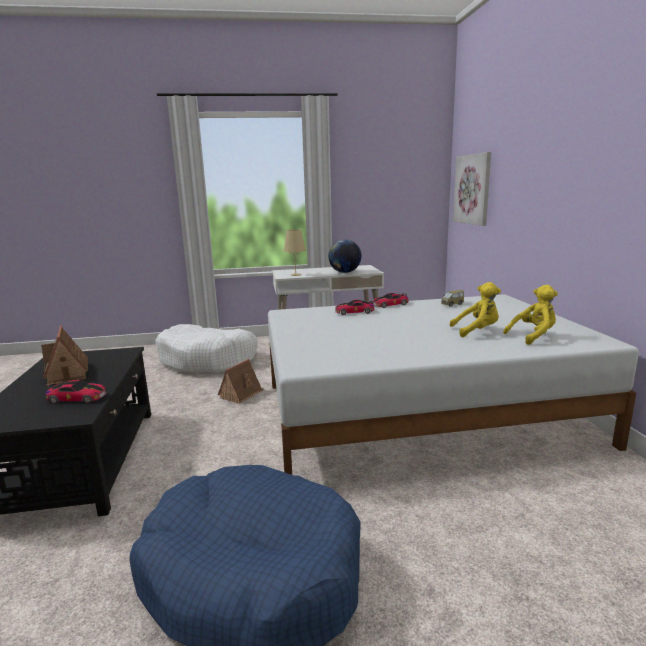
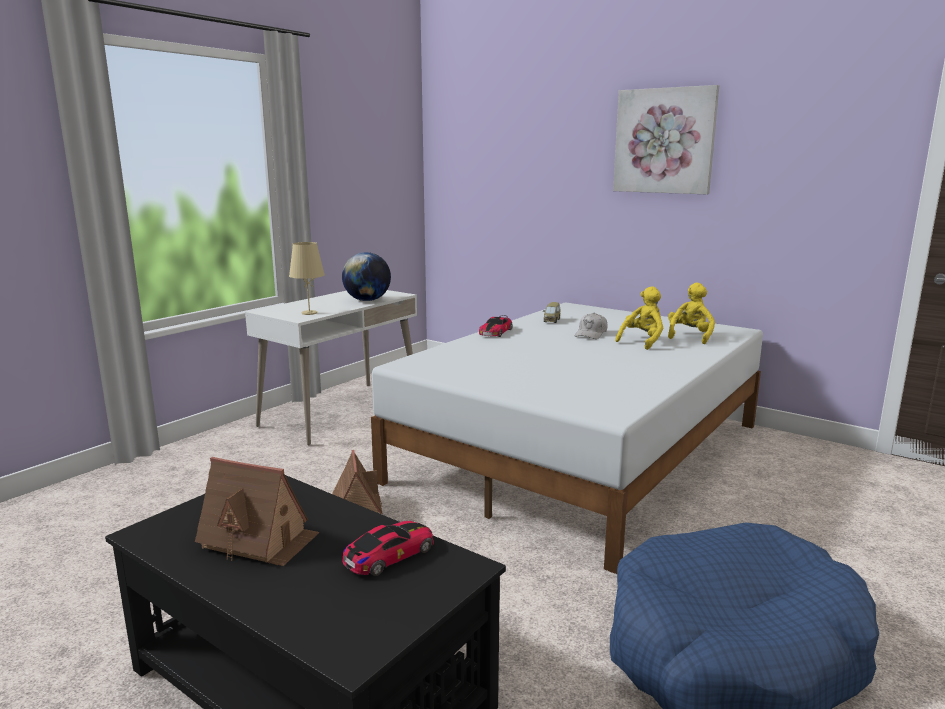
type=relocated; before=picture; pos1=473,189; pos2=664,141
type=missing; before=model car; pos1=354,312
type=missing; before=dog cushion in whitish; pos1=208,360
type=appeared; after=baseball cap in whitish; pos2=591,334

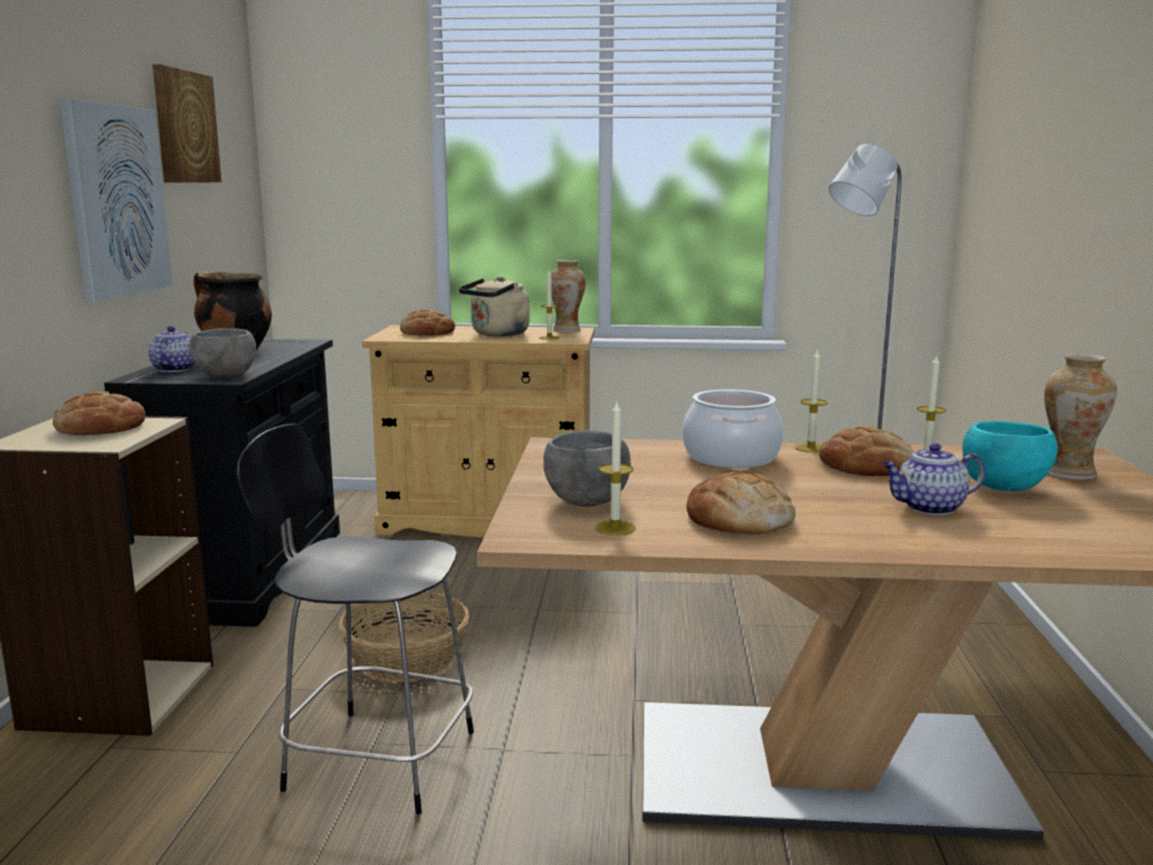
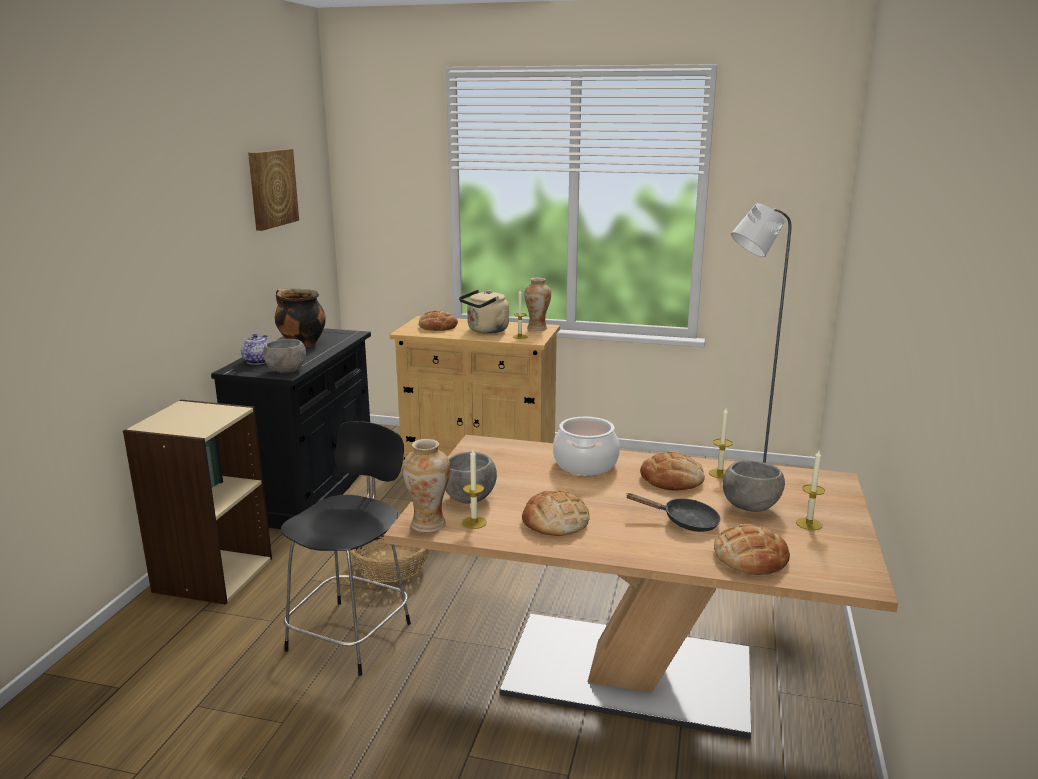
type=missing; before=picture; pos1=116,201
type=relocated; before=candle; pos1=811,448; pos2=809,524
type=relocated; before=decorative vase; pos1=1069,474; pos2=428,524
type=relocated; before=baked bread; pos1=100,427; pos2=750,557
type=colour; before=deep dish in turquoise-coloured; after=deep dish in greyish; pos1=1002,487; pos2=749,507
type=spun; before=plain chair in black; pos1=374,758; pos2=352,634; turn=90
type=exchanged; before=pot for tea; after=frying pan in black; pos1=929,508; pos2=684,522

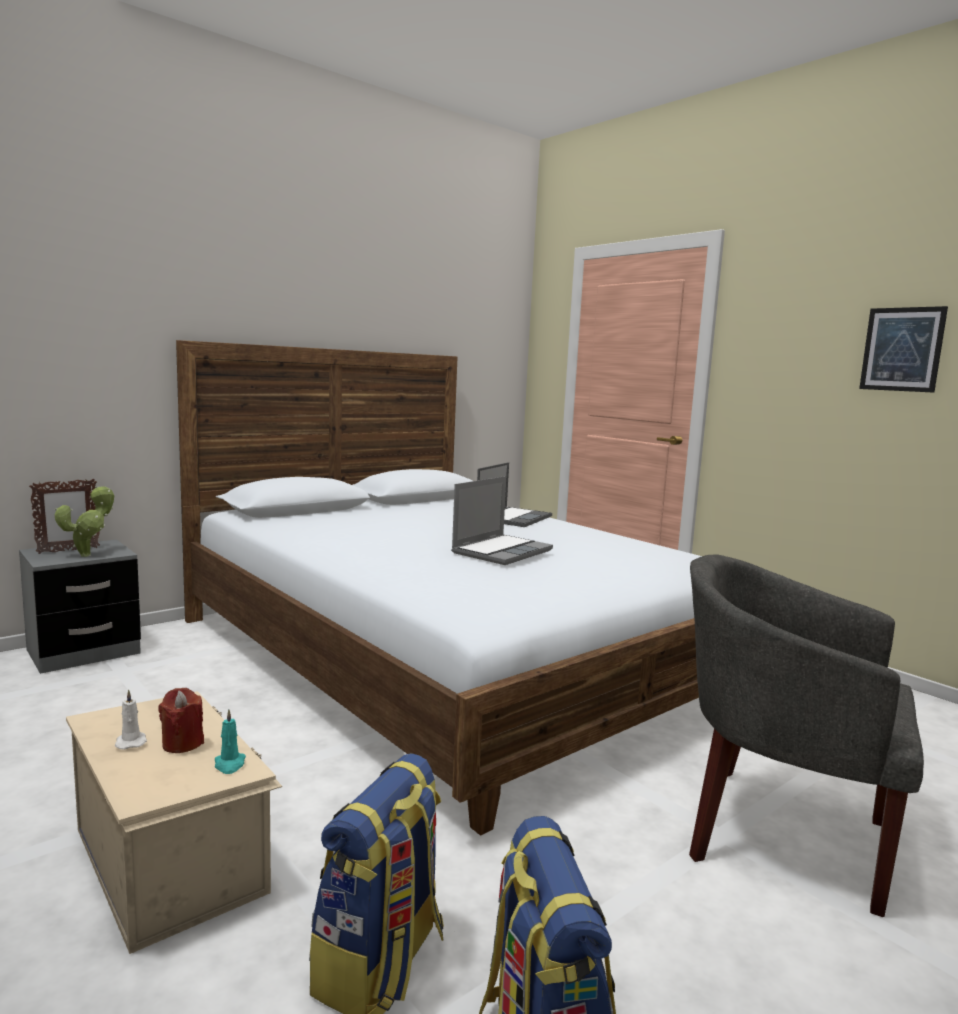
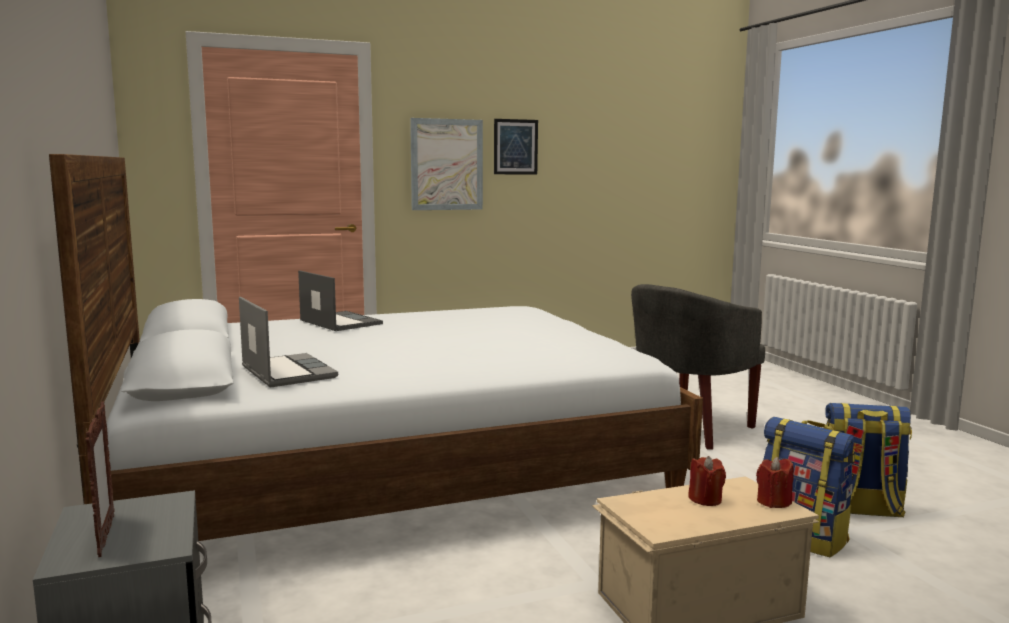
type=relocated; before=laptop; pos1=502,551; pos2=286,372
type=missing; before=houseplant; pos1=89,554
type=missing; before=candle in whitish; pos1=131,742
type=missing; before=candle in turquoise-coloured; pos1=229,764
type=appeared; after=picture; pos2=446,164
type=appeared; after=candle in red-coloured; pos2=773,502

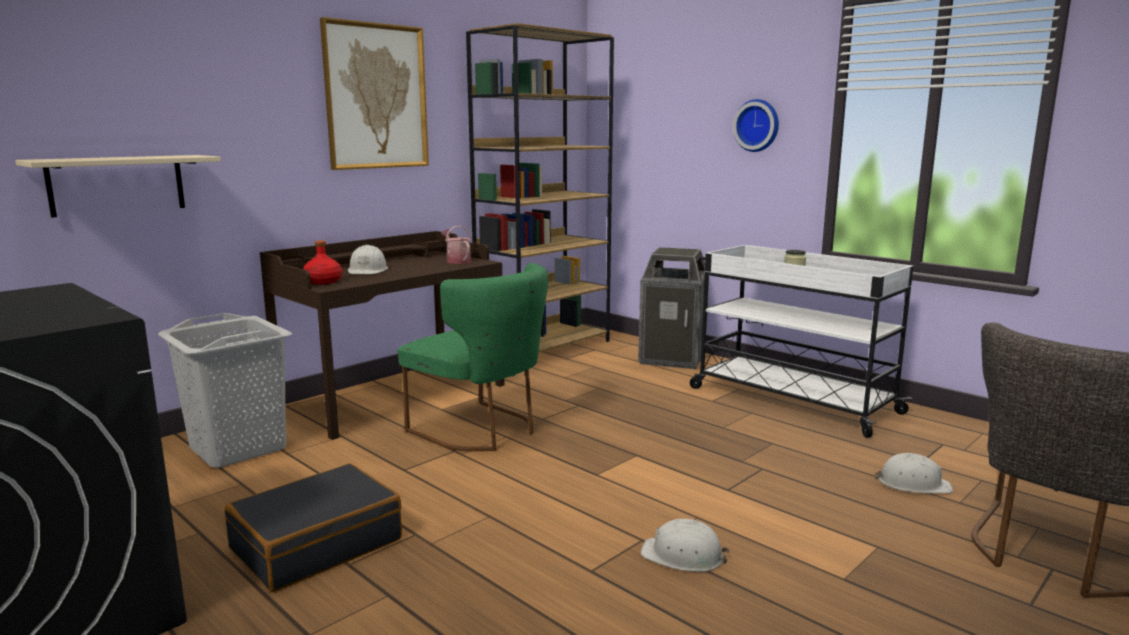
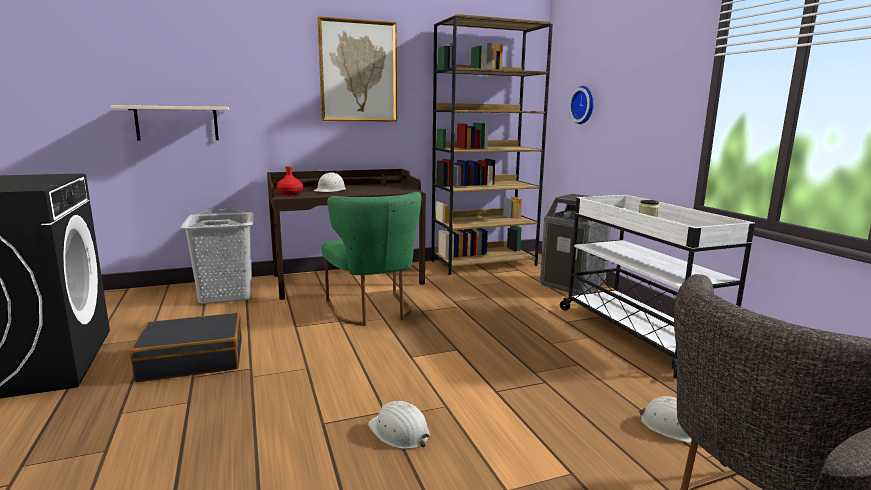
type=relocated; before=clock on the wall; pos1=757,125; pos2=584,105
type=missing; before=watering pot; pos1=457,261

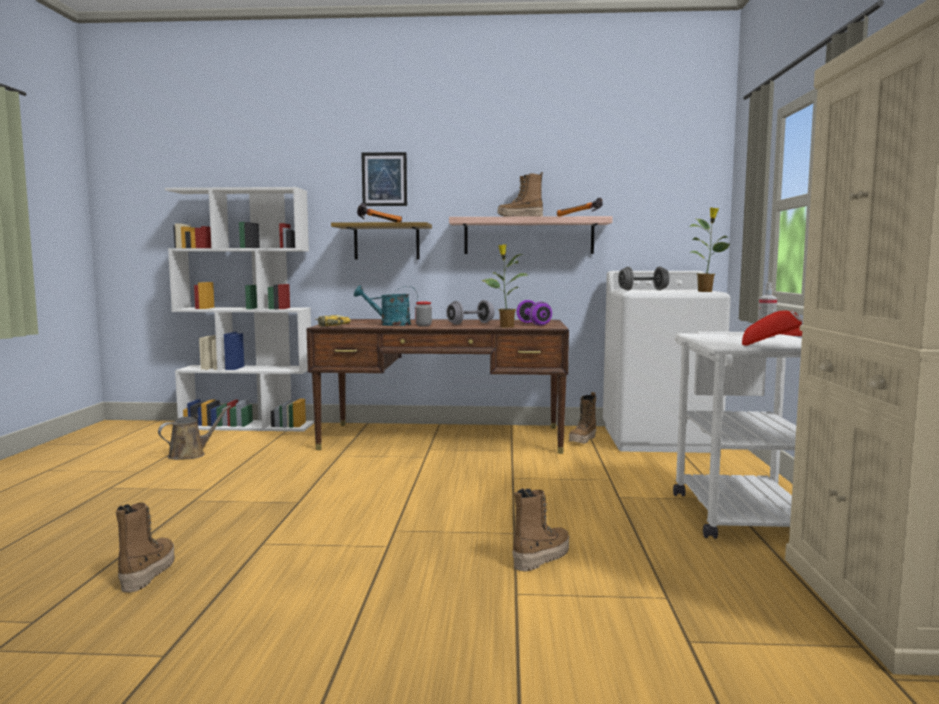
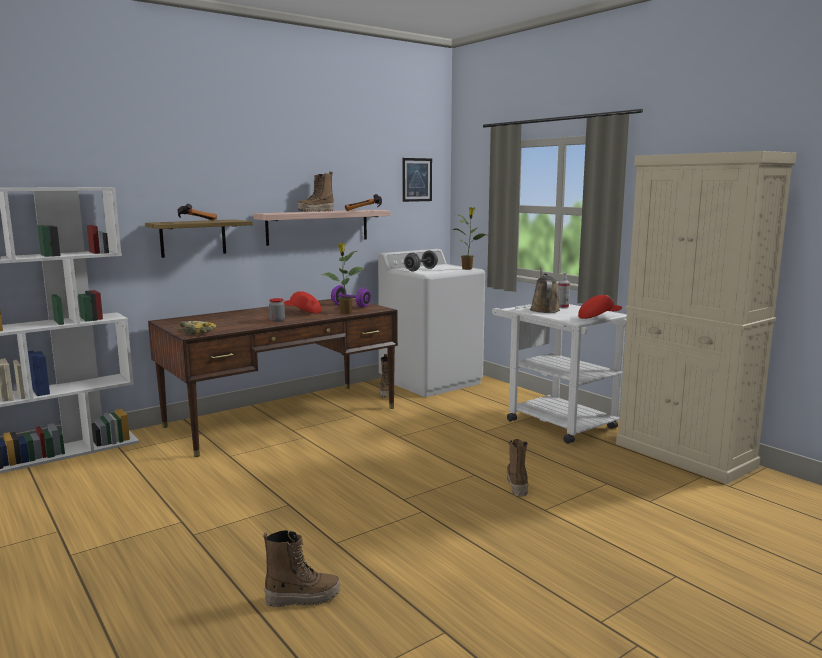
type=relocated; before=picture; pos1=384,179; pos2=417,179
type=missing; before=watering pot in turquoise-coloured; pos1=389,324
type=exchanged; before=hand weight in greyish; after=baseball cap in red-coloured; pos1=470,323; pos2=302,312
type=relocated; before=watering pot in brownish; pos1=190,454; pos2=544,309
type=spun; before=boot; pos1=147,573; pos2=303,598; turn=120

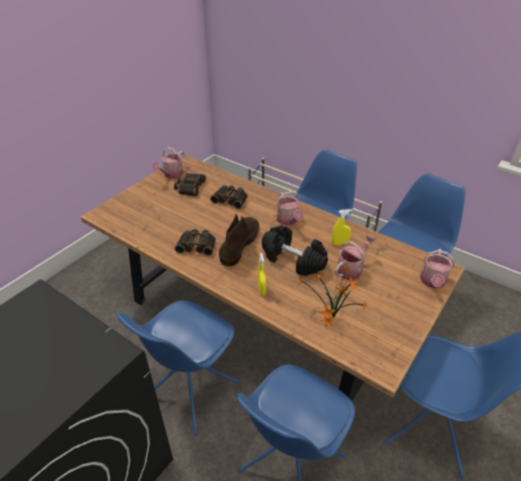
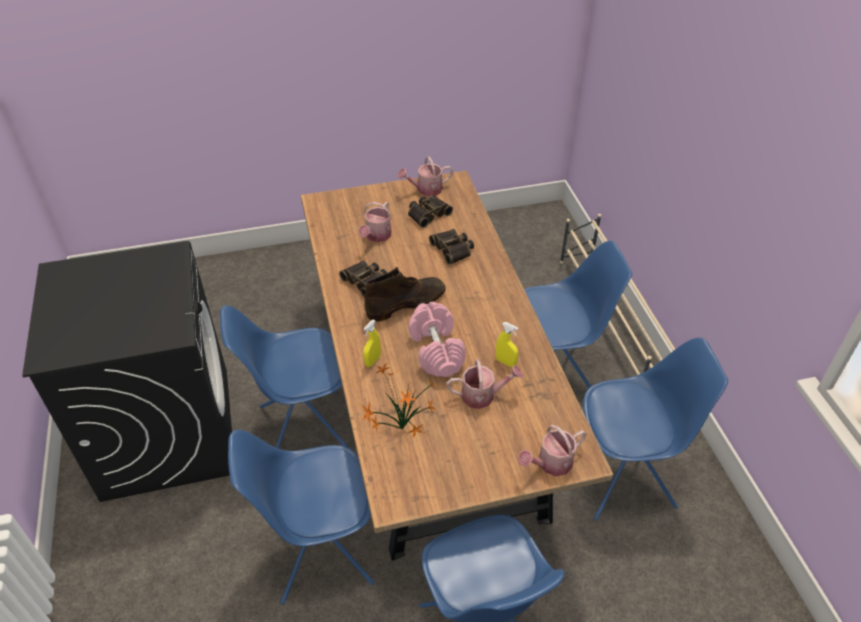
type=relocated; before=watering pot; pos1=288,221; pos2=376,236
type=colour; before=hand weight in black; after=hand weight in pink; pos1=293,260; pos2=436,350

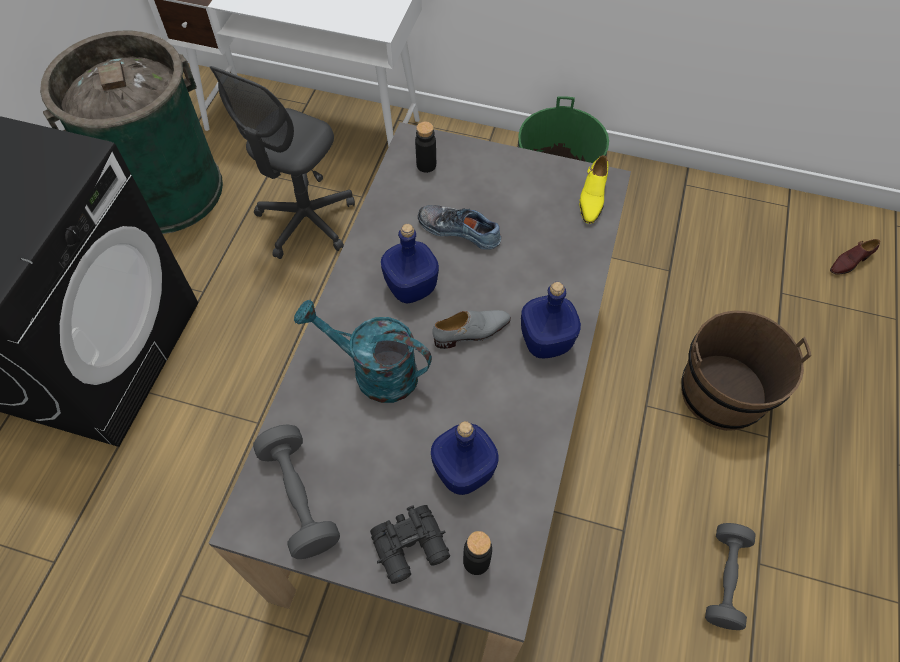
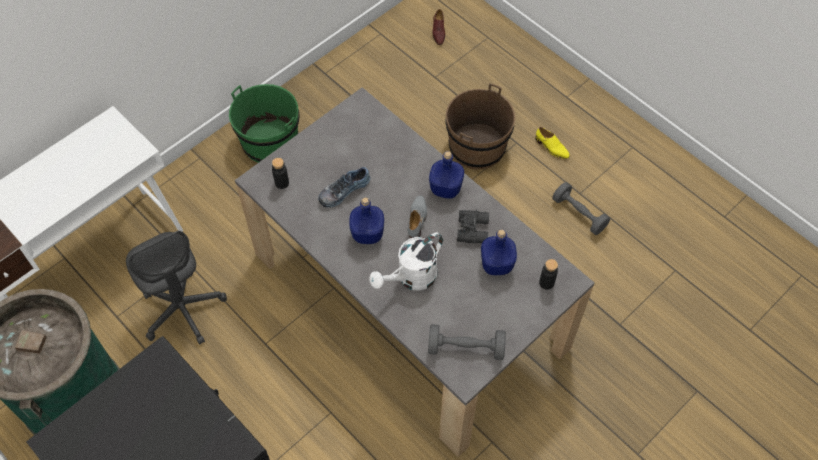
type=relocated; before=item of footwear in yellow; pos1=592,198; pos2=551,148
type=colour; before=watering pot in turquoise-coloured; after=watering pot in whitish; pos1=374,372; pos2=411,278
type=relocated; before=field glasses in black; pos1=412,547; pos2=473,229

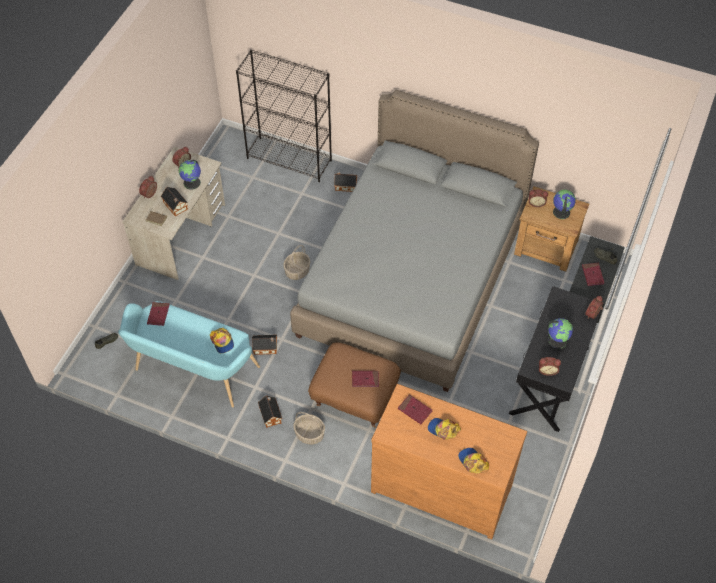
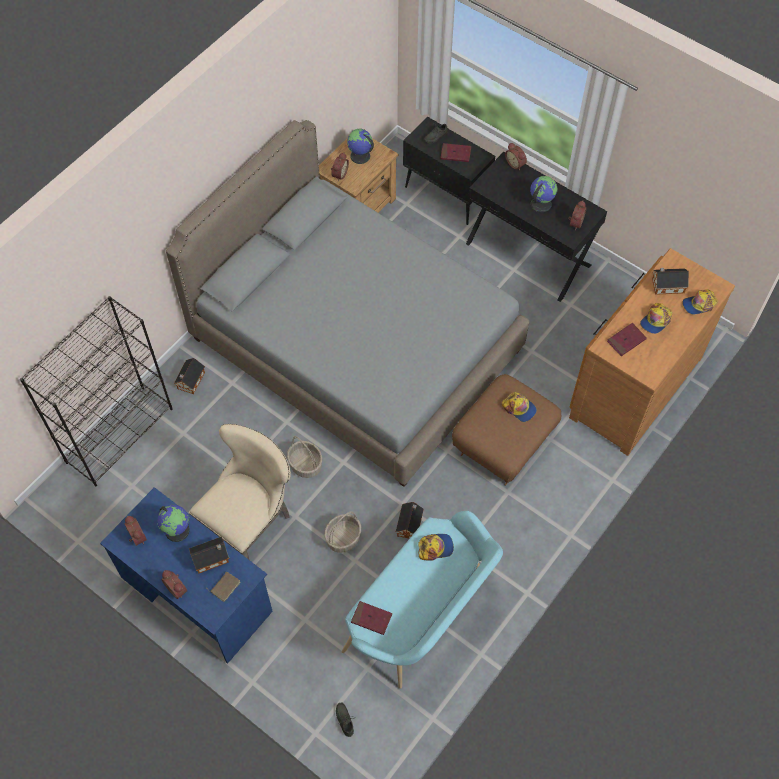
type=colour; before=desk table in sand-coloured; after=desk table in bluish; pos1=181,234; pos2=196,594
type=exchanged; before=bound book in red-coloured; after=baseball cap; pos1=365,379; pos2=519,408
type=relocated; before=miniature house; pos1=270,414; pos2=666,285
type=relocated; before=household basket; pos1=309,434; pos2=343,538
type=appeared; after=plain chair in sand-coloured; pos2=250,522

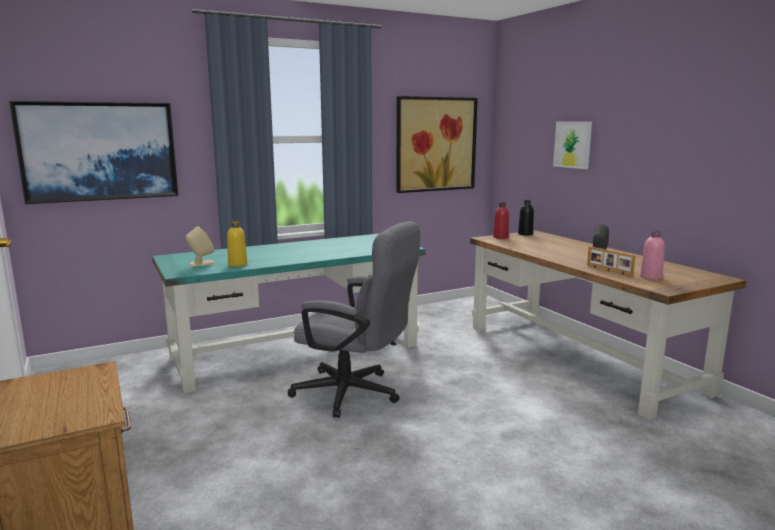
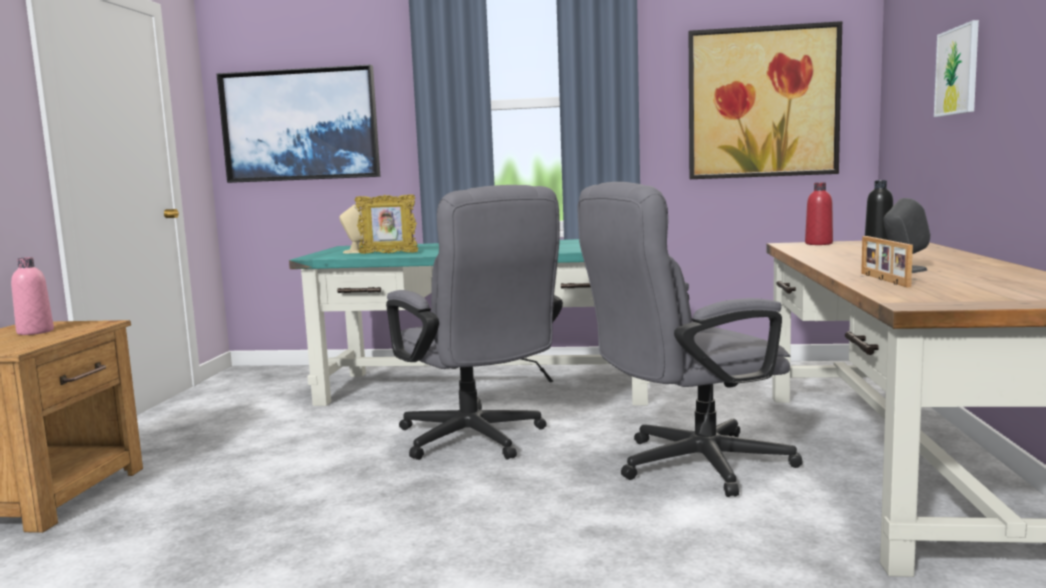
type=exchanged; before=drink bottle in yellow; after=picture frame; pos1=237,264; pos2=388,253
type=relocated; before=drink bottle in pink; pos1=650,277; pos2=35,332
type=appeared; after=computer chair in greyish; pos2=687,465

